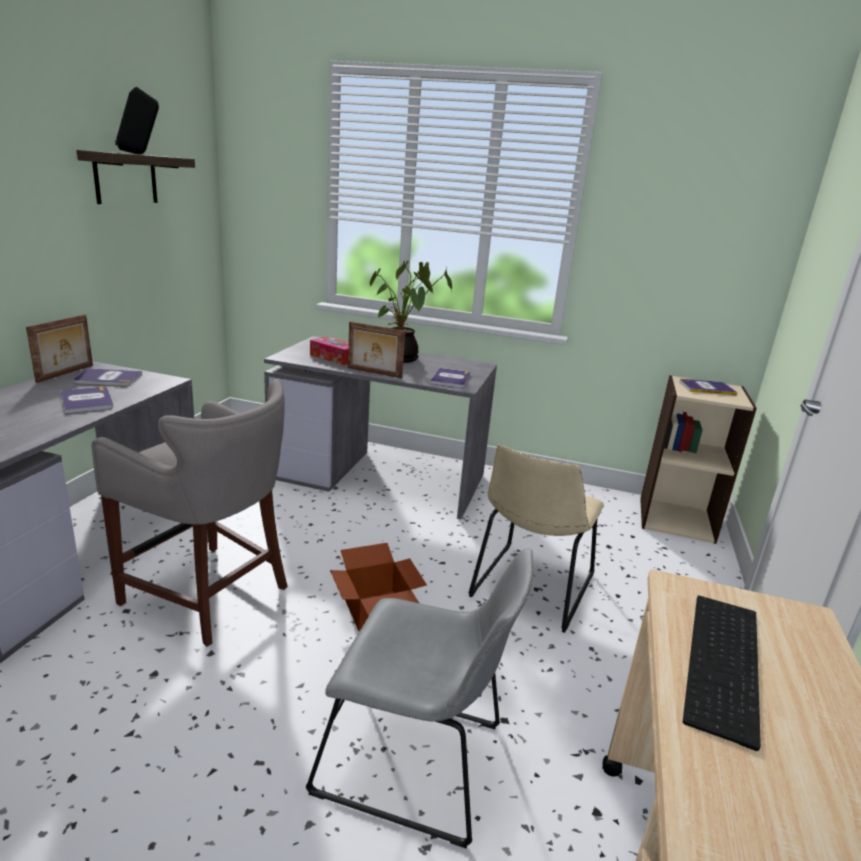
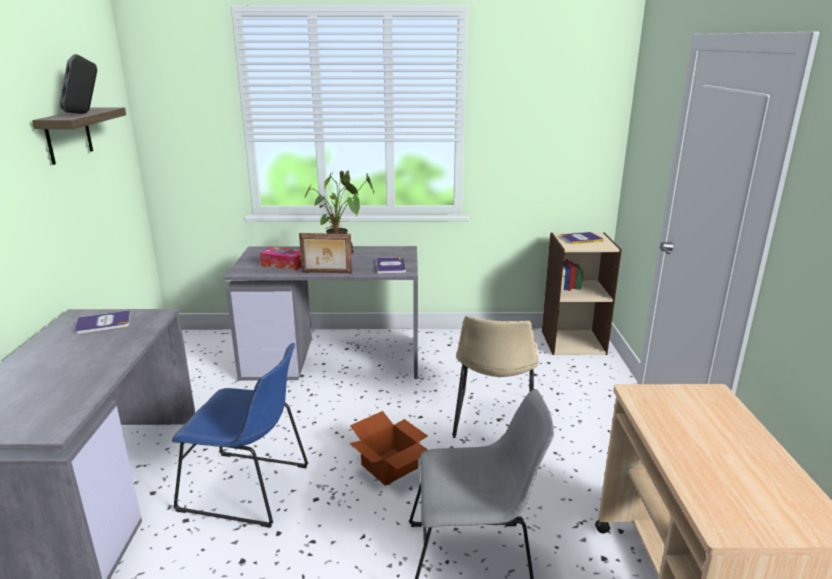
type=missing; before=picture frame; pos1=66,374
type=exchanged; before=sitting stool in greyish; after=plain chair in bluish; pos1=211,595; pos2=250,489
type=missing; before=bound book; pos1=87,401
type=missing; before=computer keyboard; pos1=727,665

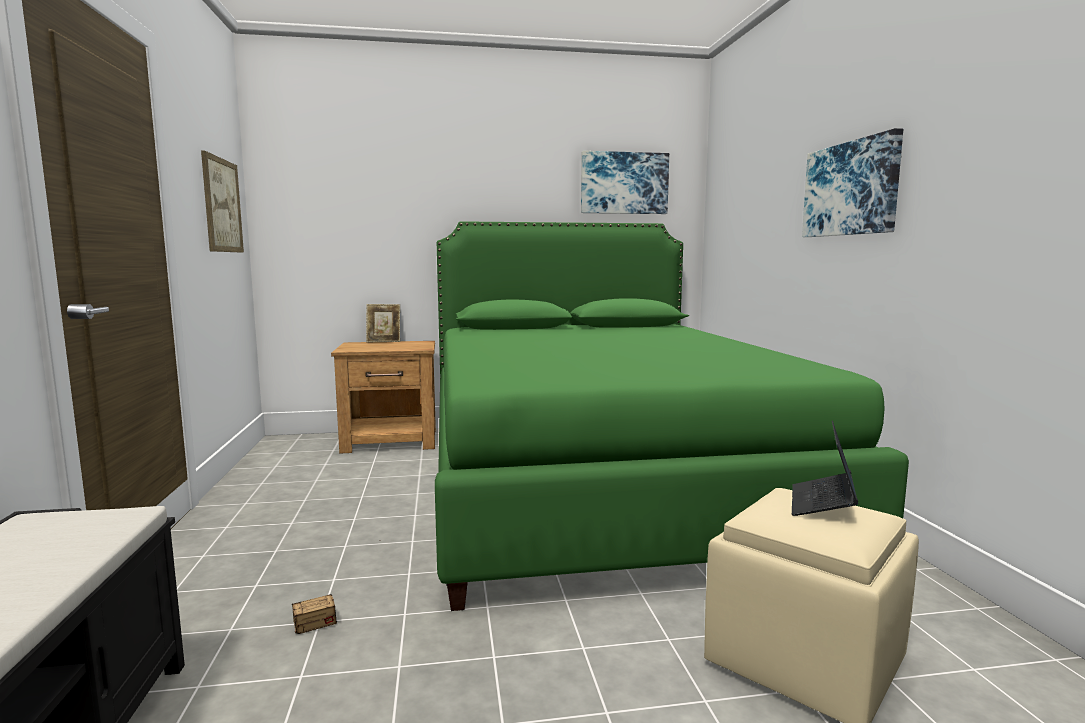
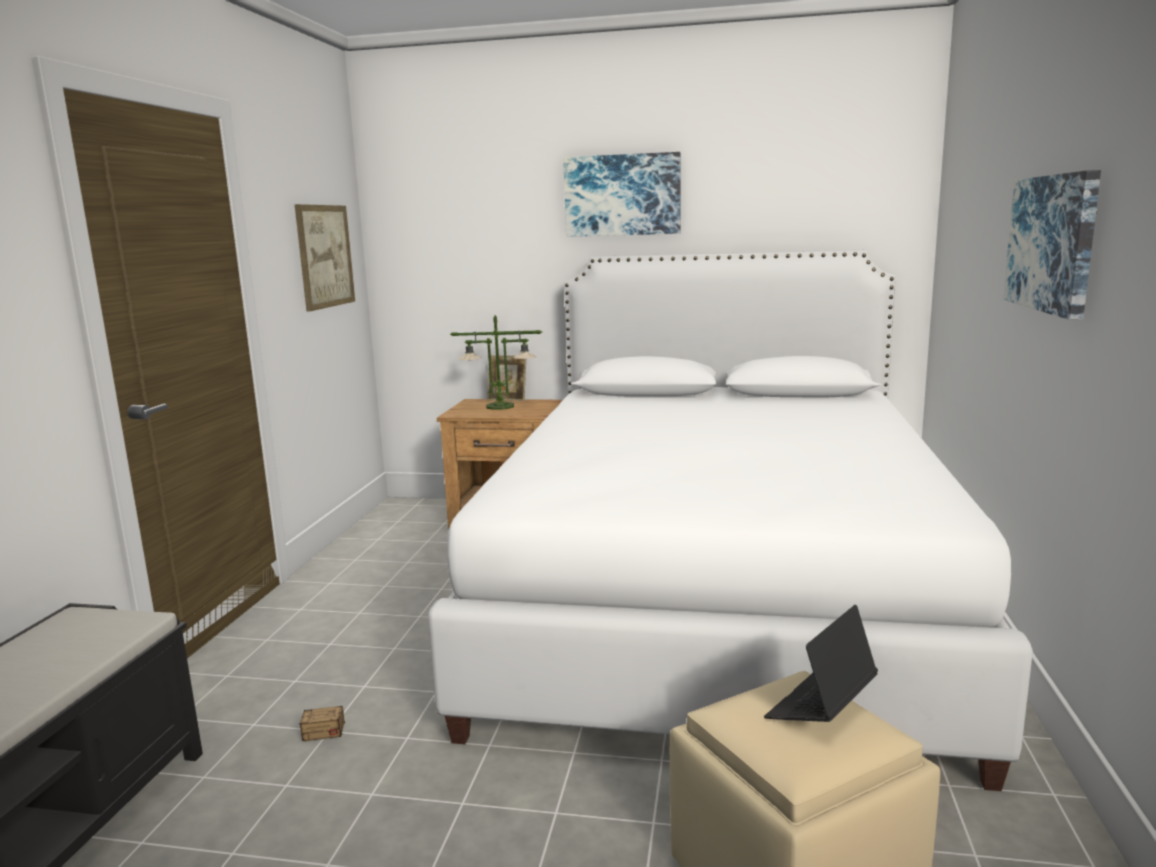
type=relocated; before=picture; pos1=624,183; pos2=622,195
type=colour; before=sleeping bed in green-coloured; after=sleeping bed in whitish; pos1=600,480; pos2=716,599
type=appeared; after=table lamp; pos2=499,406

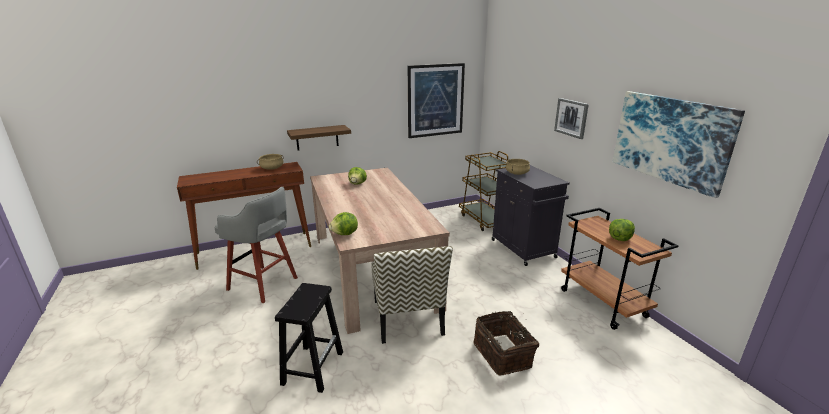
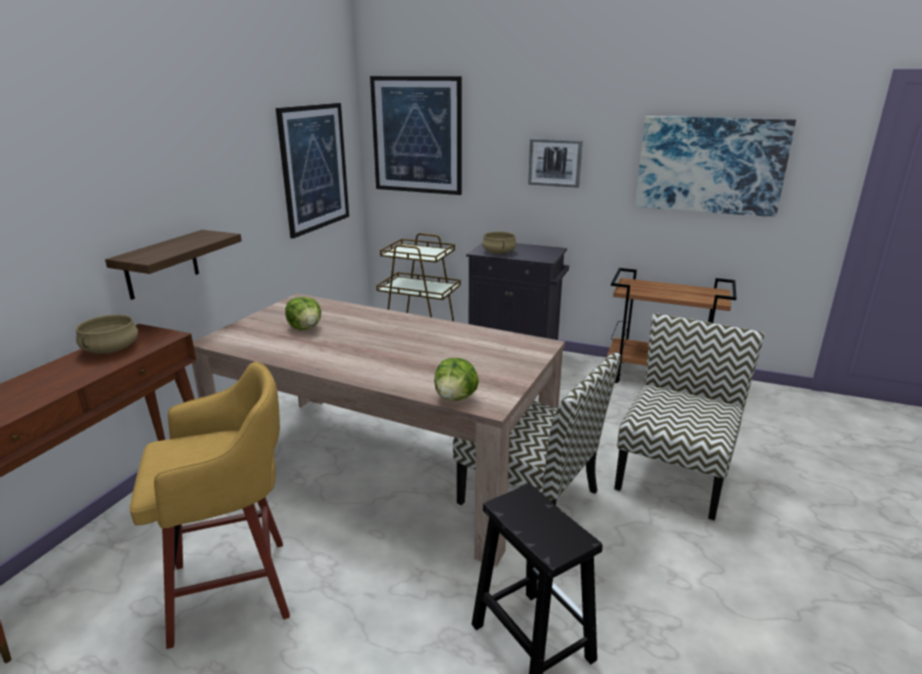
type=colour; before=sitting stool in greyish; after=sitting stool in yellow; pos1=264,284; pos2=236,589
type=missing; before=head of lettuce; pos1=619,238
type=exchanged; before=household basket; after=plain chair; pos1=504,354; pos2=674,474
type=appeared; after=picture; pos2=417,135

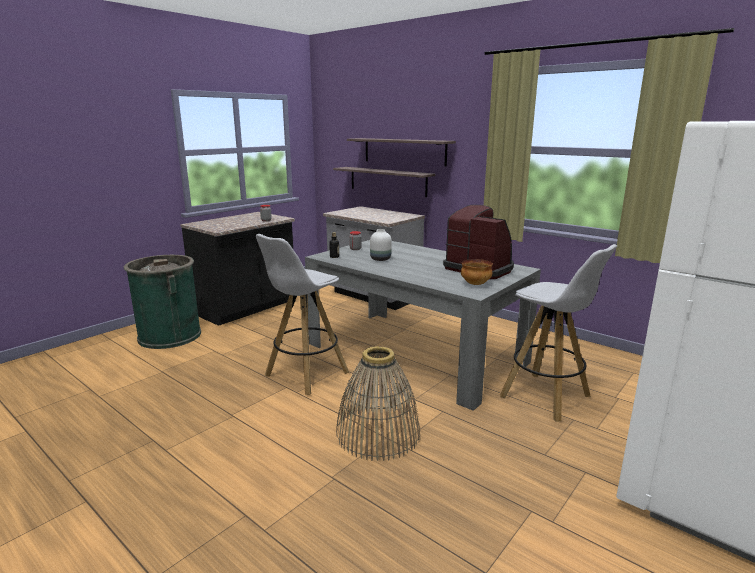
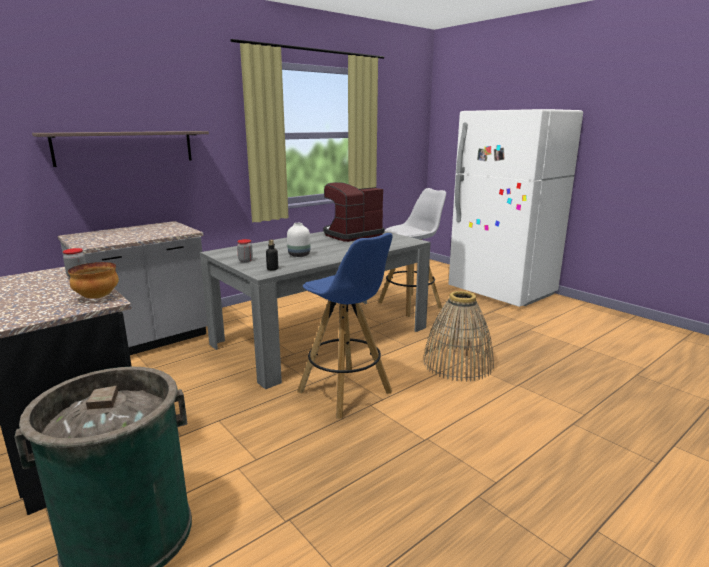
type=missing; before=bracket shelf; pos1=387,181
type=colour; before=sitting stool in whitish; after=sitting stool in bluish; pos1=305,375; pos2=346,393
type=relocated; before=deep dish; pos1=475,284; pos2=96,297

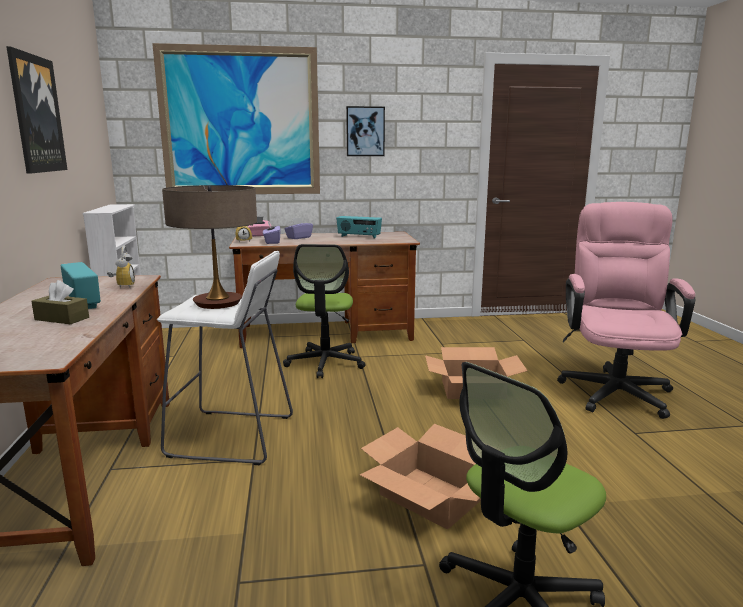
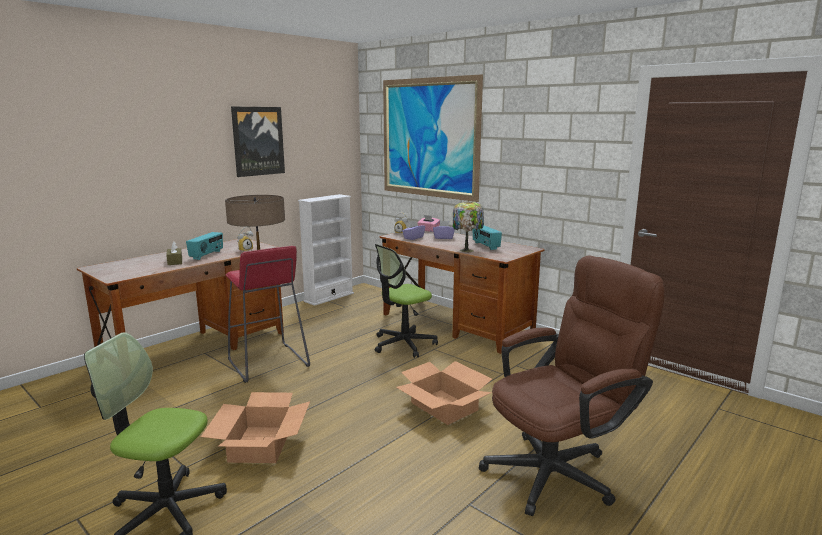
type=missing; before=picture; pos1=365,131
type=colour; before=computer chair in pink; after=computer chair in brownish; pos1=614,388; pos2=560,470
type=colour; before=sitting stool in whitish; after=sitting stool in red-coloured; pos1=232,437; pos2=267,363
type=appeared; after=table lamp; pos2=467,250

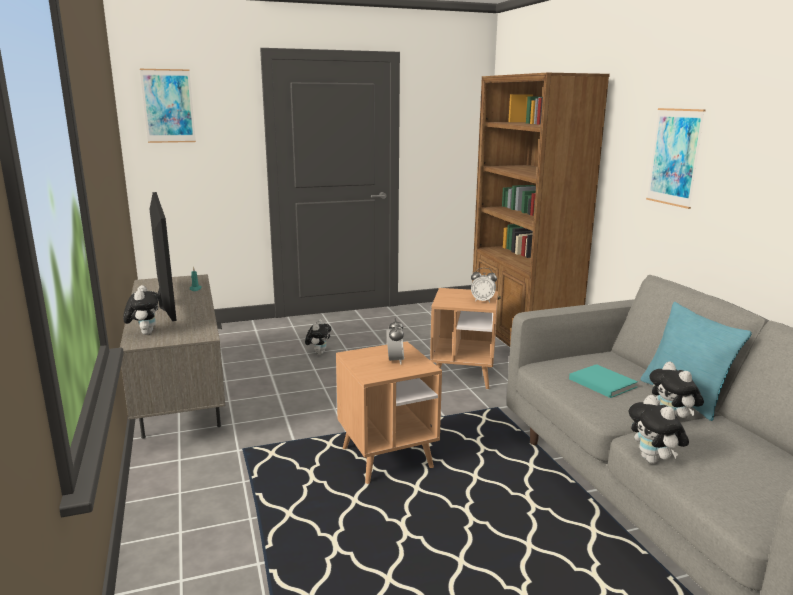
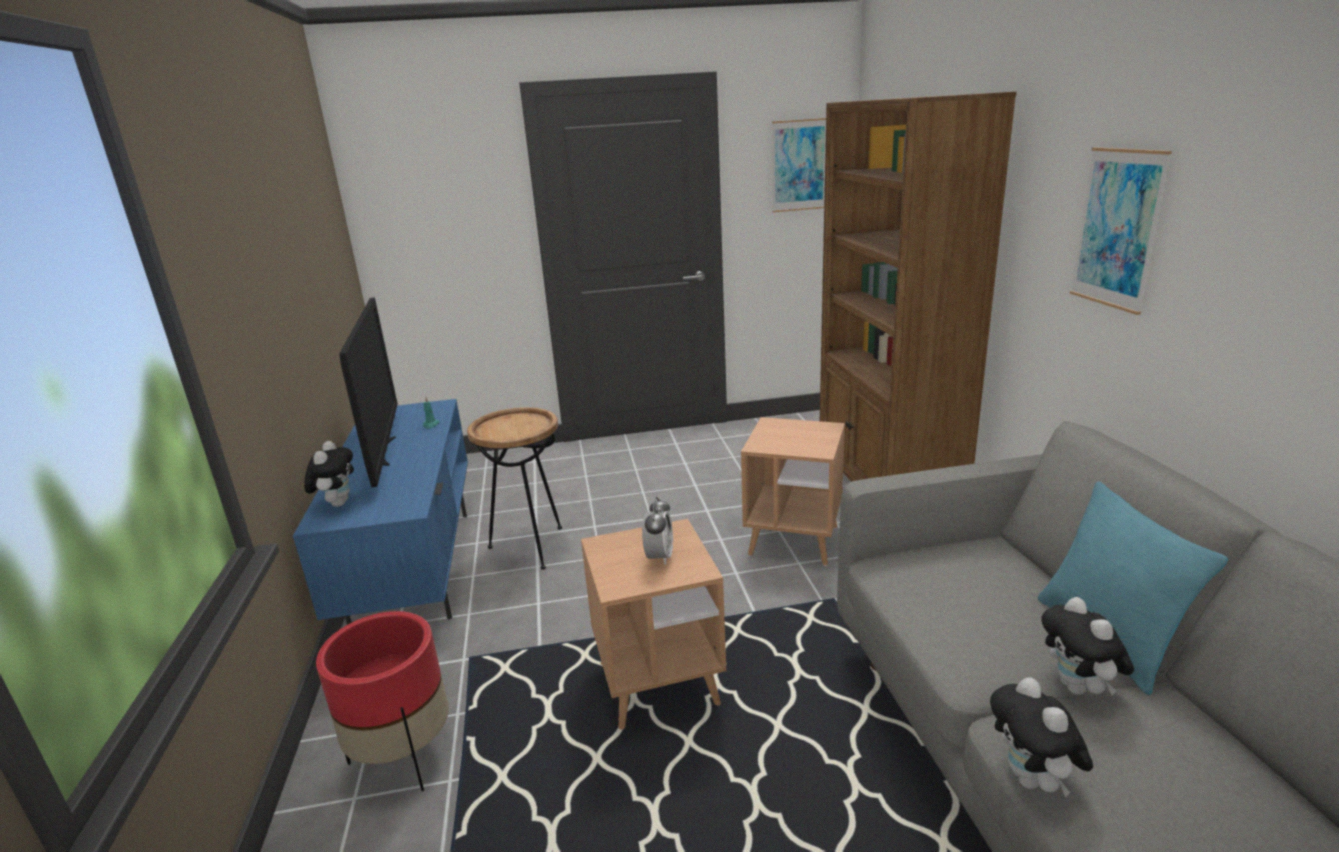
type=relocated; before=picture; pos1=168,106; pos2=799,165
type=missing; before=alarm clock; pos1=482,300
type=colour; before=media console in greyish; after=media console in bluish; pos1=180,396; pos2=414,567
type=missing; before=plush toy; pos1=318,353
type=missing; before=bound book in turquoise-coloured; pos1=601,382
type=appeared; after=end table in brownish; pos2=531,547
type=appeared; after=plant pot in red-coloured; pos2=404,756

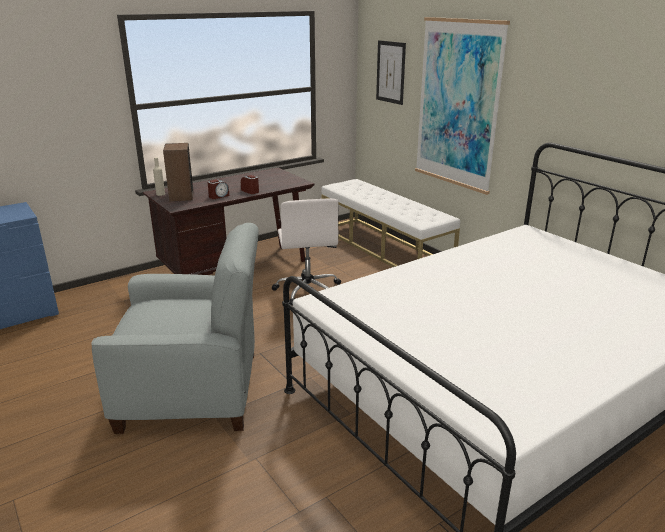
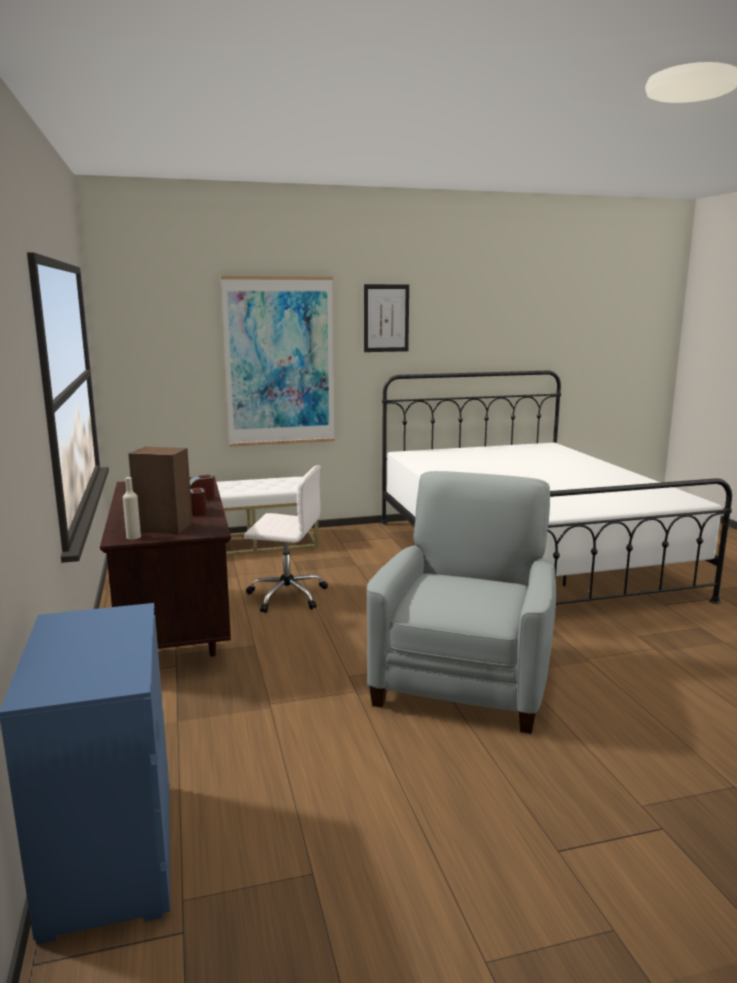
type=relocated; before=picture; pos1=390,72; pos2=386,318

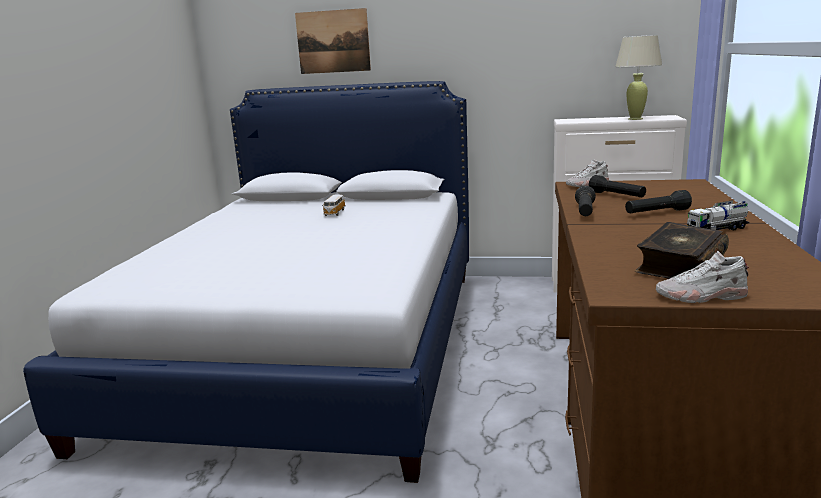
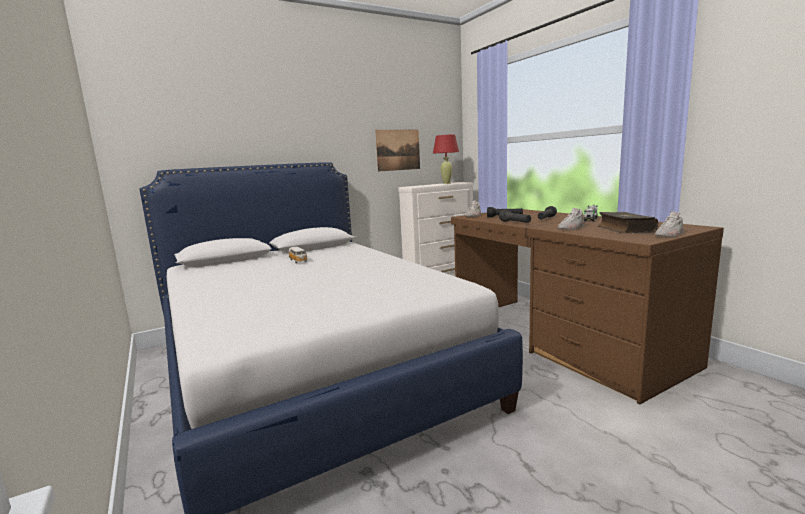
type=relocated; before=picture; pos1=333,41; pos2=398,150
type=colour; before=table lamp in sand-coloured; after=table lamp in red-coloured; pos1=635,119; pos2=446,184
type=appeared; after=item of footwear in whitish; pos2=571,228

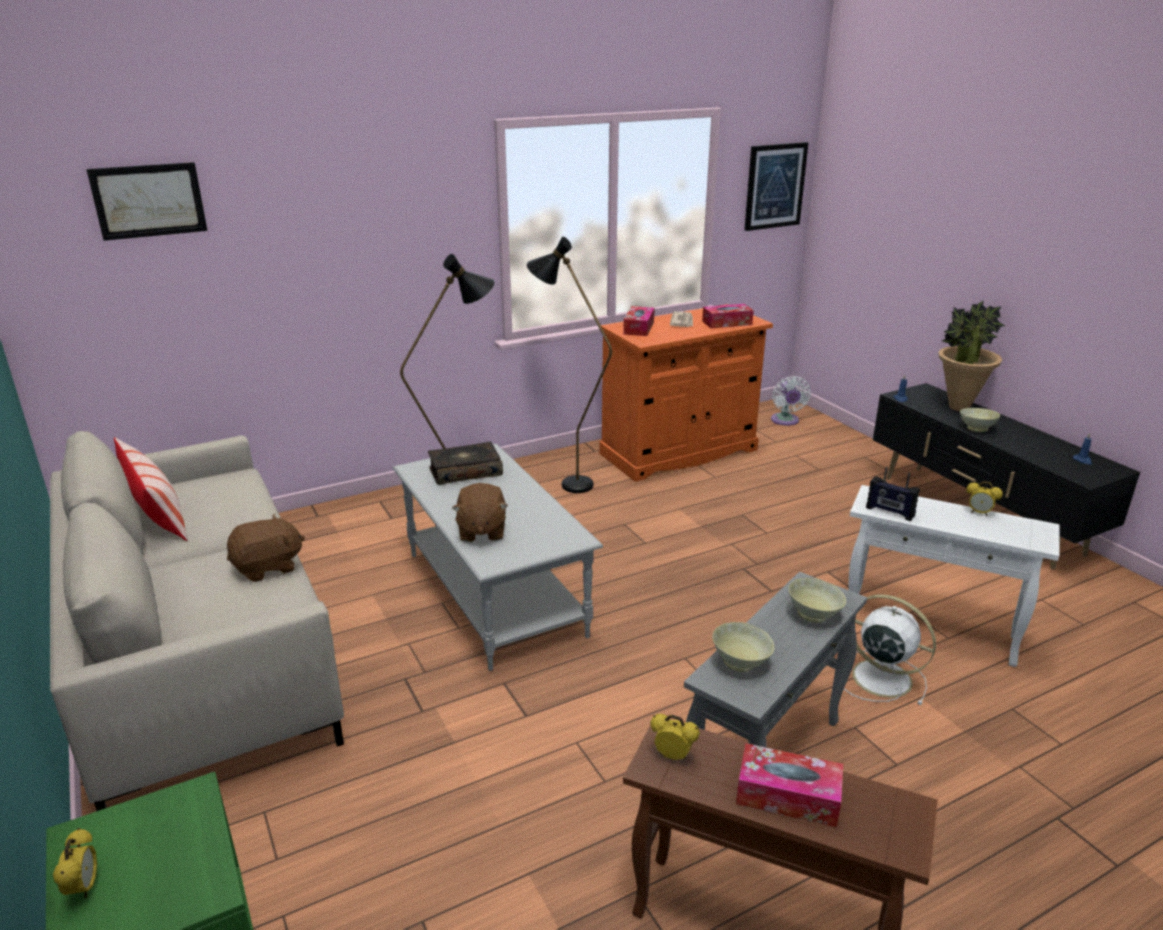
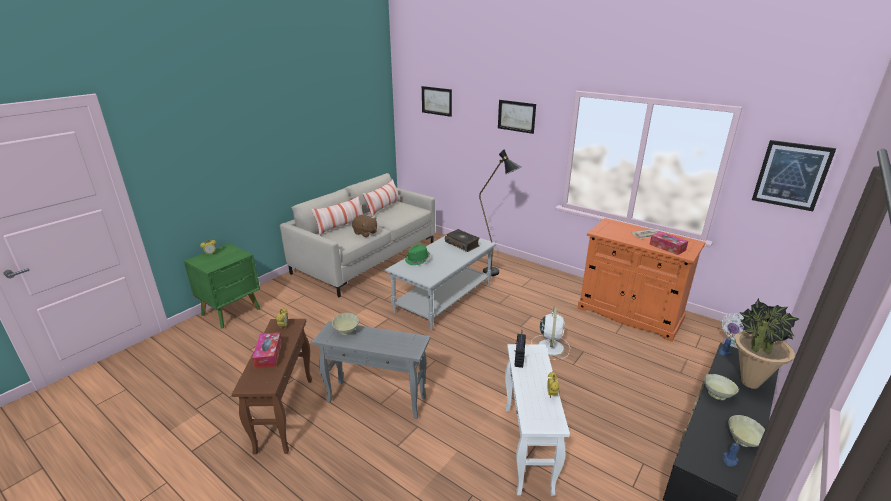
type=missing; before=floor lamp in black; pos1=566,483
type=missing; before=box of tissues; pos1=638,328
type=exchanged; before=plush toy in brownish; after=clothing hat in green-coloured; pos1=481,531; pos2=418,260
type=relocated; before=deep dish in sand-coloured; pos1=814,615; pos2=743,441
type=relocated; before=electric fan in whitish; pos1=879,677; pos2=550,346
type=appeared; after=picture; pos2=516,116
type=appeared; after=pillow; pos2=341,226

